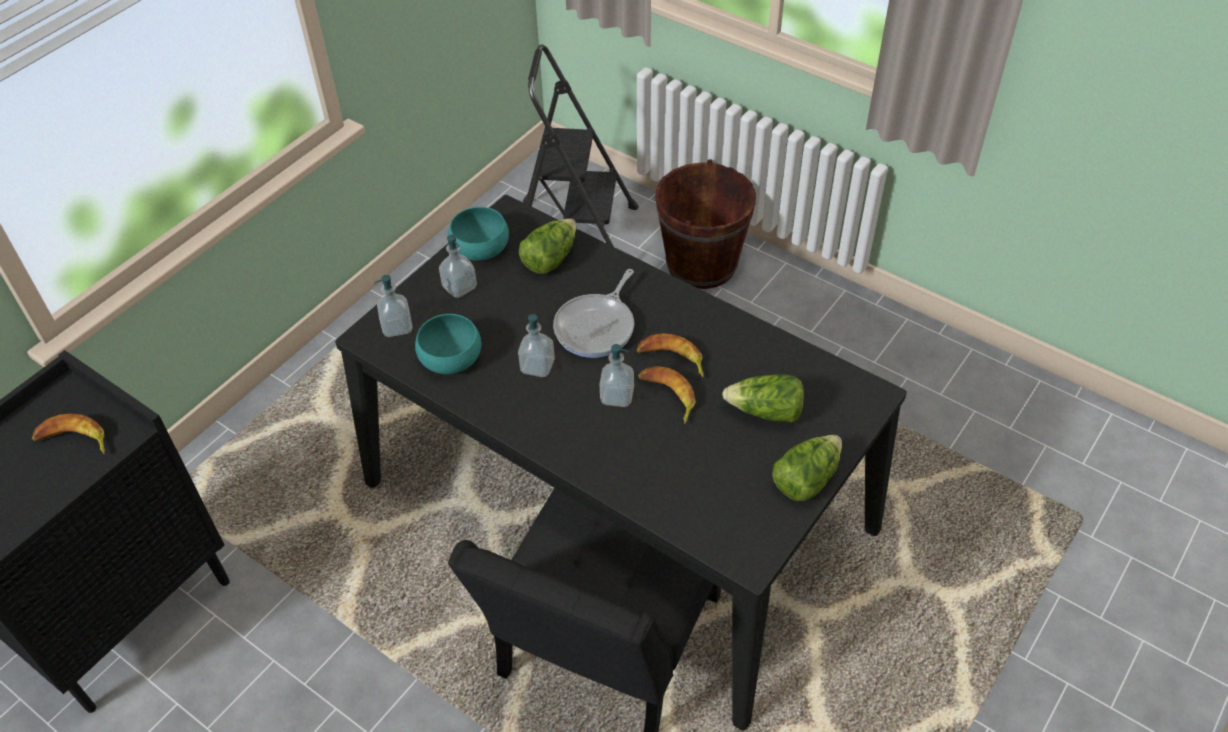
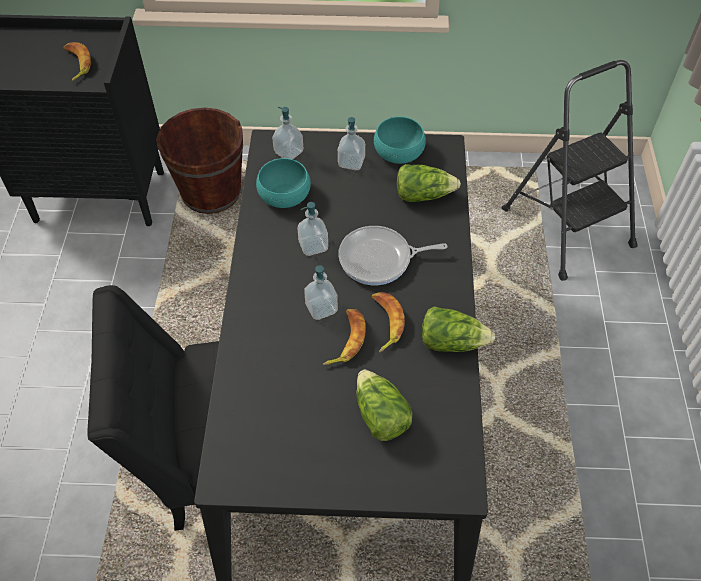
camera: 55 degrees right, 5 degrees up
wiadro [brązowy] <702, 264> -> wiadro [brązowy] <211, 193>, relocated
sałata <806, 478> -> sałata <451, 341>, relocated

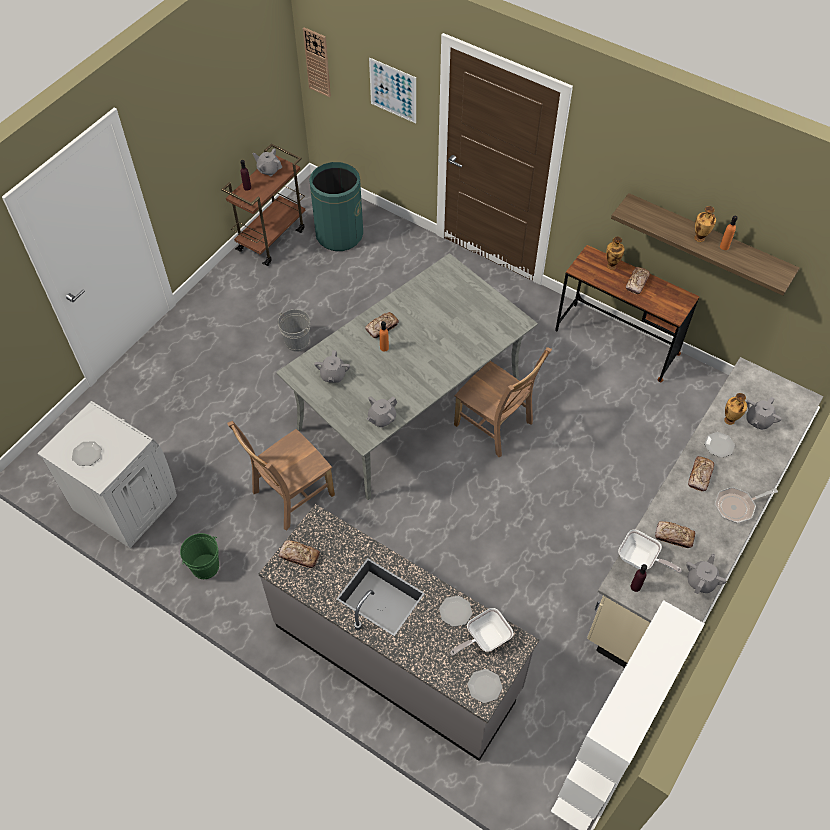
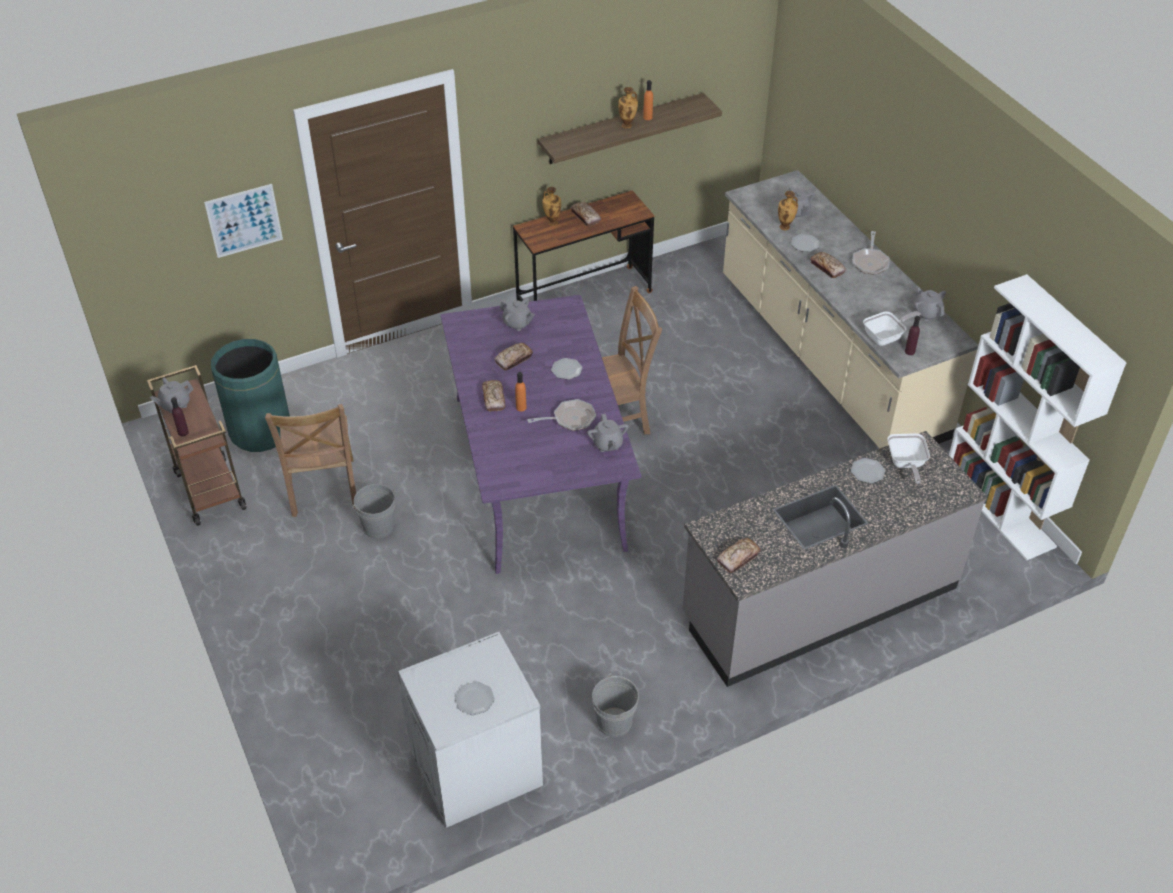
camera: 60 degrees left, 10 degrees down
zegar ścienny <317, 62> -> none
stół jadalny [szary] <409, 404> -> stół jadalny [fioletowy] <537, 471>
imbryk [szary] <333, 375> -> imbryk [szary] <517, 323>, relocated
krzesło [brązowy] <290, 495> -> krzesło [brązowy] <323, 490>, relocated
chleb <674, 536> -> chleb <513, 359>, relocated
wiadro [zielony] <205, 566> -> wiadro [szary] <614, 722>
talerz <484, 686> -> talerz <567, 370>, relocated
none -> patelnia <570, 419>

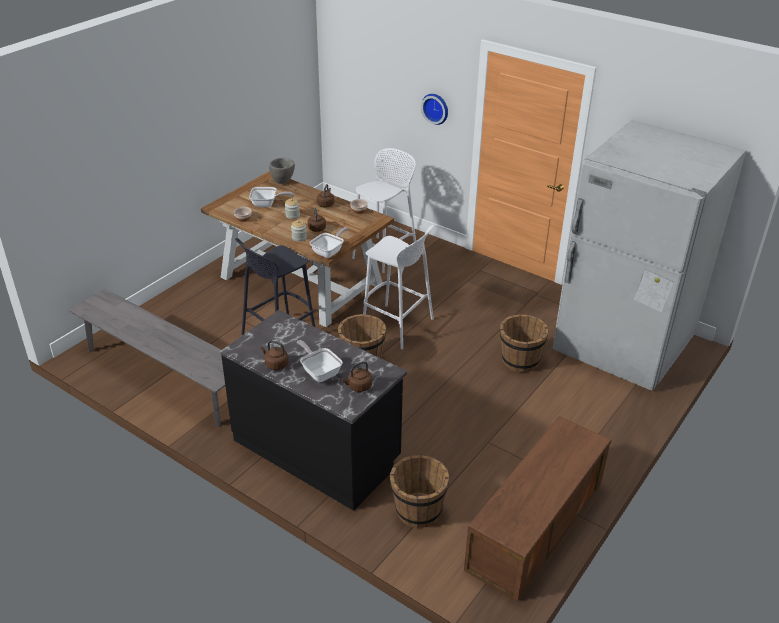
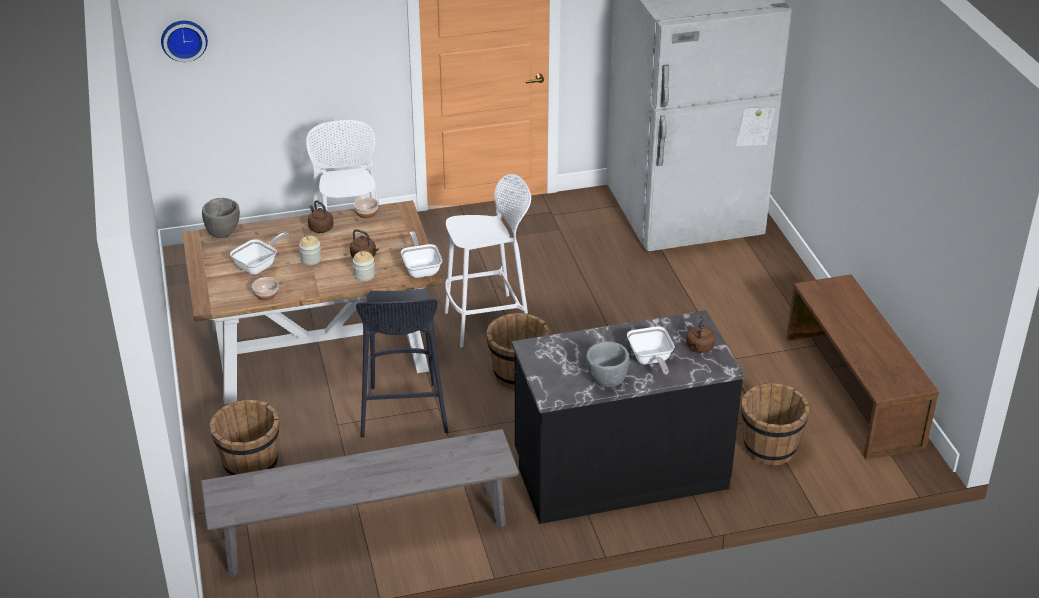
camera: 50 degrees left, 0 degrees up
zegar ścienny <436, 108> -> zegar ścienny <184, 39>, relocated
wiadro [brązowy] <519, 361> -> wiadro [brązowy] <250, 466>, relocated
patelnia <319, 372> -> patelnia <650, 360>, 105 degrees counterclockwise
czajnik [brązowy] <275, 364> -> miska [szary] <606, 382>

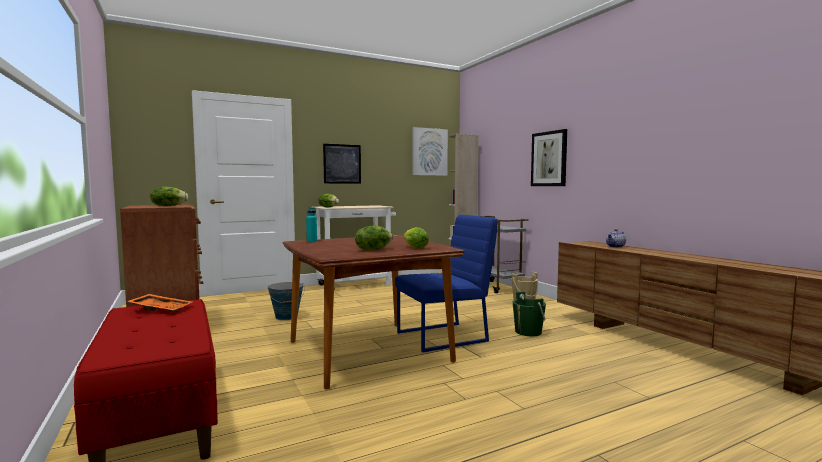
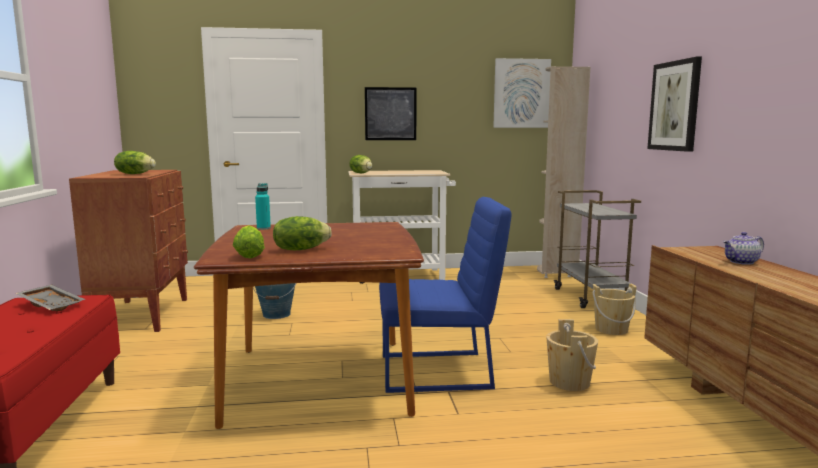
camera: 20 degrees right, 5 degrees up
sałata <414, 247> -> sałata <249, 255>, relocated
wiadro [zielony] <528, 332> -> wiadro [beżowy] <569, 382>
taca [pomarańczowy] <162, 309> -> taca [szary] <53, 305>

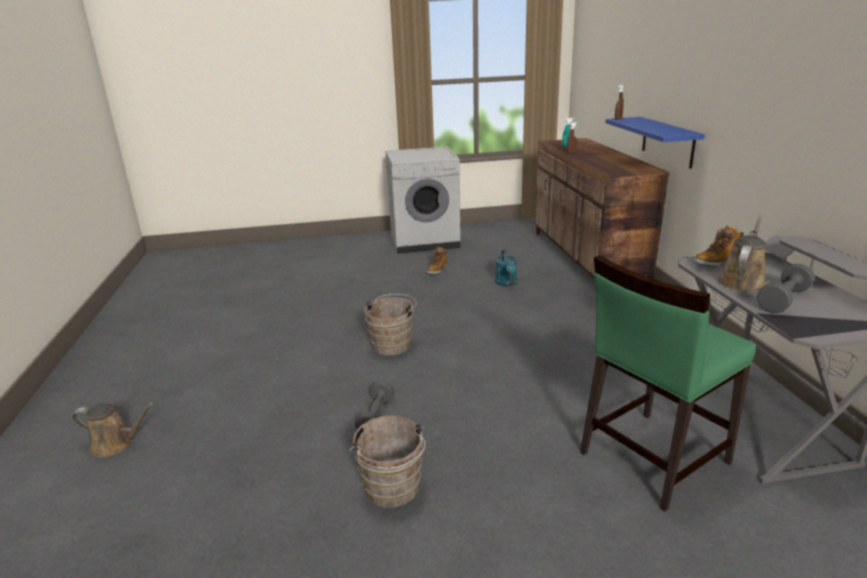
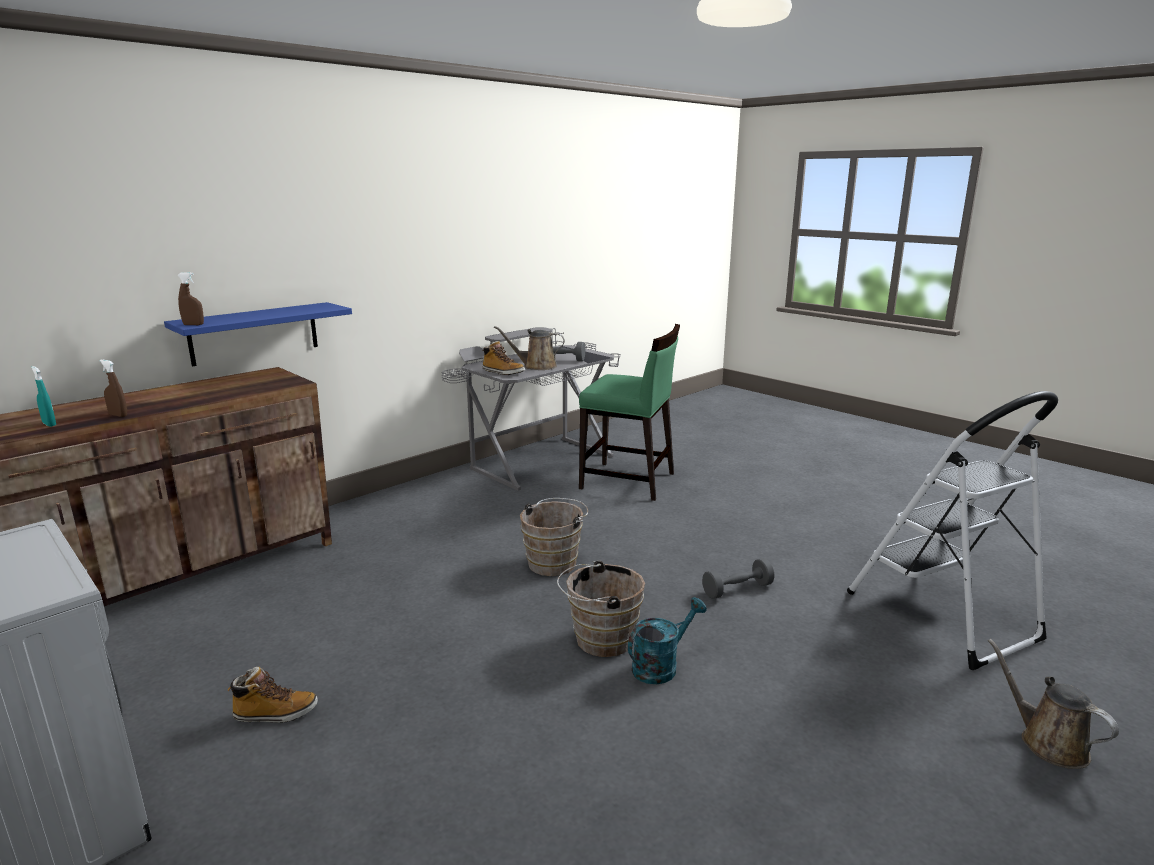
camera: 125 degrees left, 5 degrees down
konewka [turkusowy] <507, 284> -> konewka [turkusowy] <661, 666>, relocated
wiadro [brązowy] <393, 491> -> wiadro [brązowy] <555, 562>, relocated
none -> drabinka <944, 618>

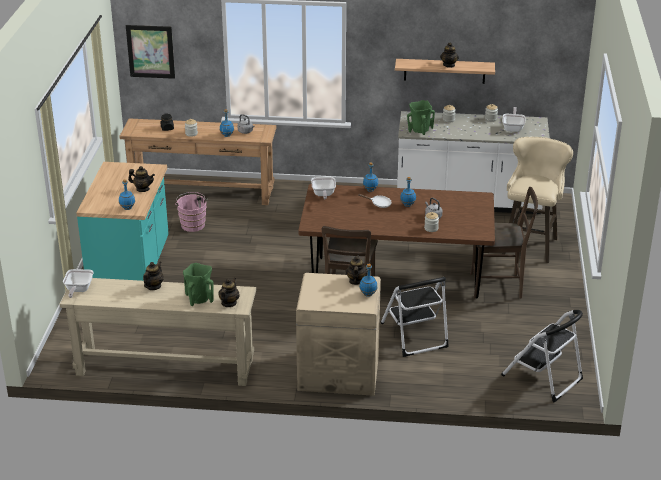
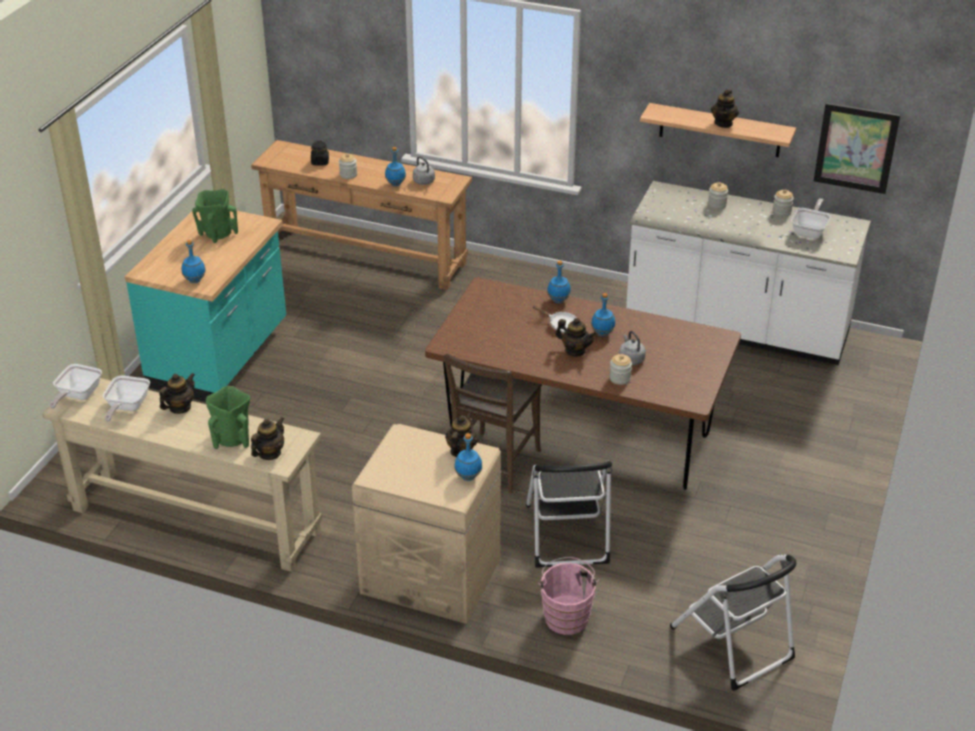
camera: 15 degrees right, 5 degrees up
obraz <150, 51> -> obraz <856, 148>, relocated
wazon [zielony] <419, 130> -> wazon [zielony] <217, 234>, relocated
stołek [beżowy] <530, 245> -> none
imbryk <142, 189> -> imbryk <575, 351>, relocated
patelnia <323, 195> -> patelnia <126, 407>, relocated
krzesło [brązowy] <499, 286> -> none
wiadro [różowy] <192, 224> -> wiadro [różowy] <566, 615>, relocated

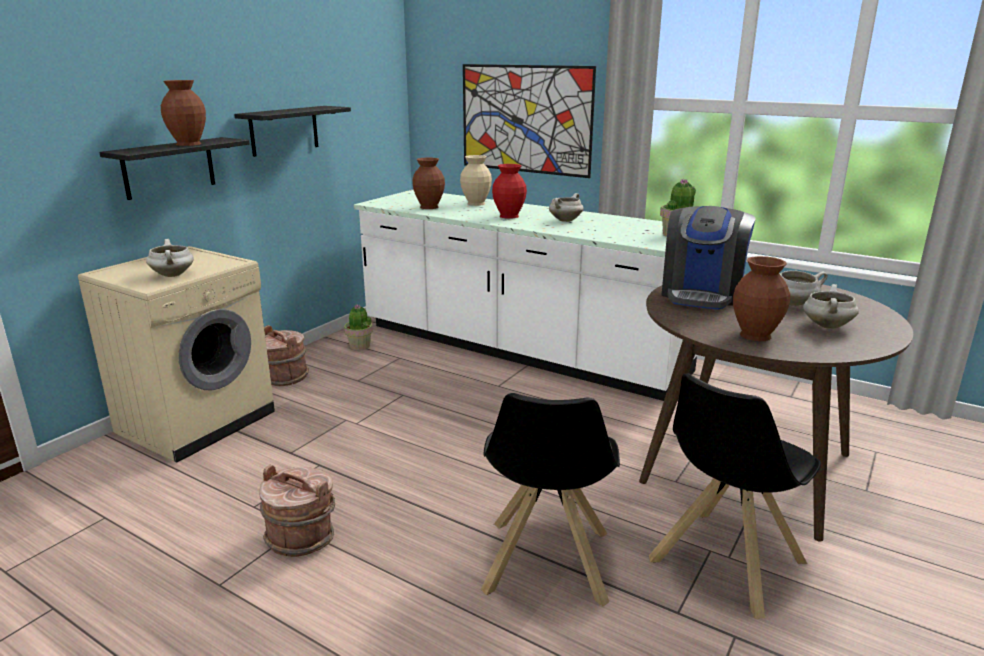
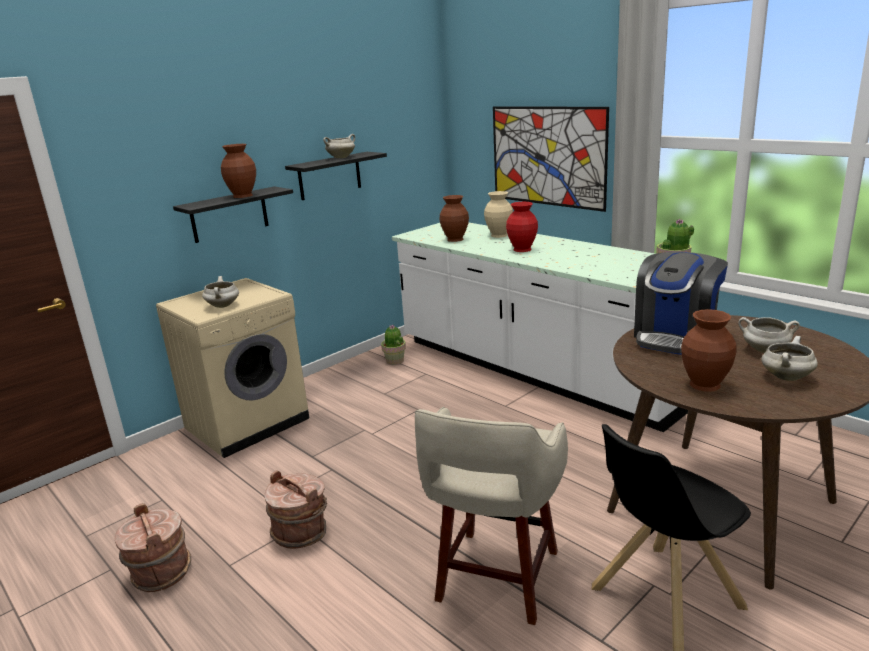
camera: 15 degrees right, 0 degrees up
garnek [biały] <565, 220> -> garnek [biały] <341, 157>, relocated
wiadro [brązowy] <284, 377> -> wiadro [brązowy] <160, 573>, relocated
krzesło [czarny] <546, 564> -> stołek [beżowy] <495, 580>

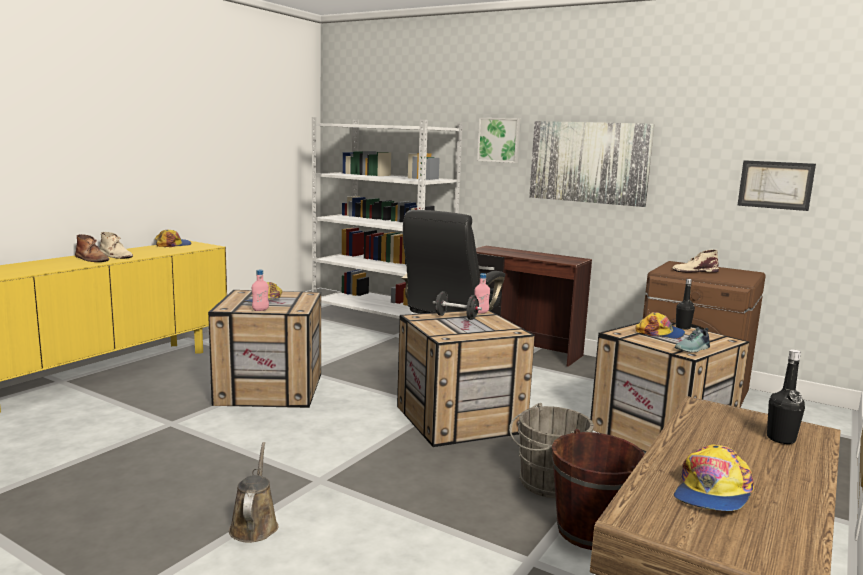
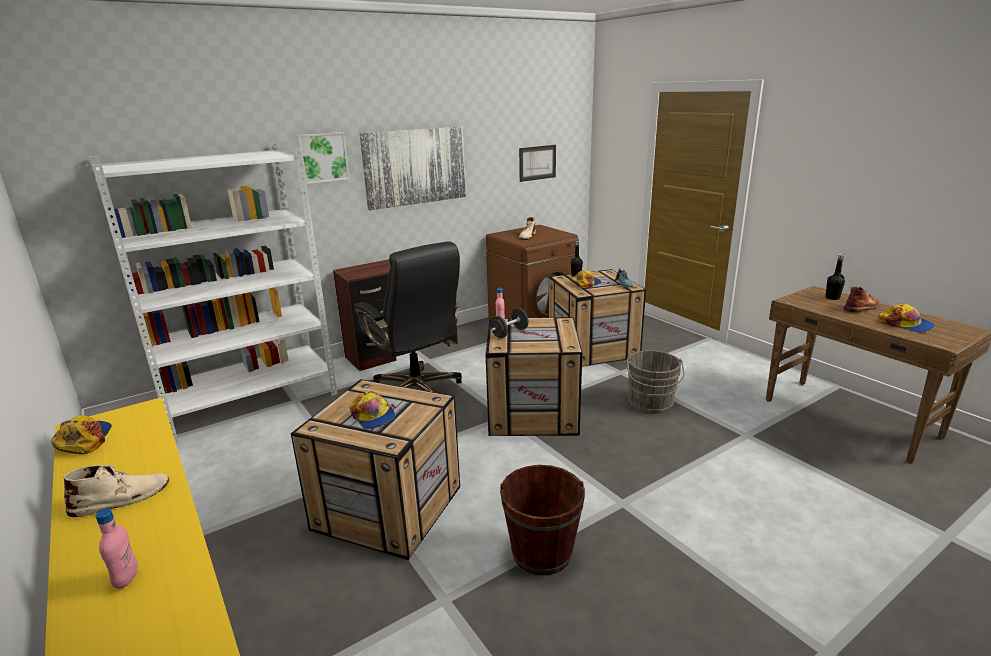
camera: 65 degrees left, 10 degrees up
but z cholewką [brązowy] <91, 259> -> but z cholewką [brązowy] <862, 307>, relocated
butelka [różowy] <260, 310> -> butelka [różowy] <126, 579>, relocated
wiadro [brązowy] <590, 531> -> wiadro [brązowy] <542, 552>, relocated
konewka [brązowy] <254, 525> -> none

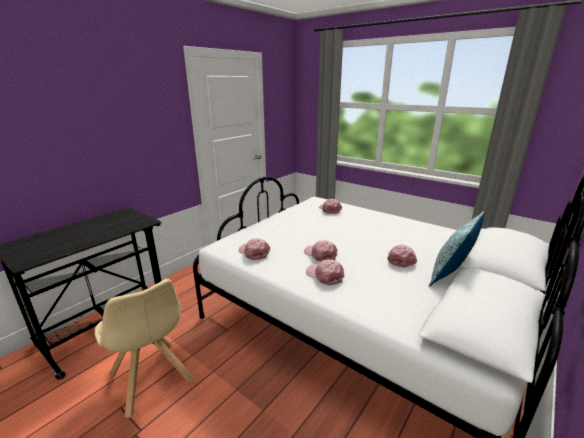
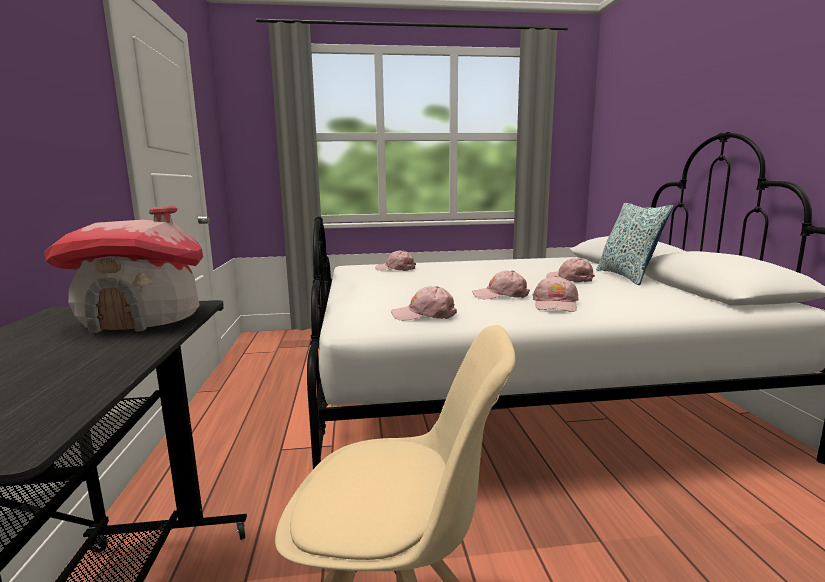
camera: 45 degrees left, 10 degrees down
czapka z daszkiem [różowy] <325, 275> -> czapka z daszkiem [różowy] <555, 305>, 75 degrees counterclockwise
none -> domek <143, 319>

